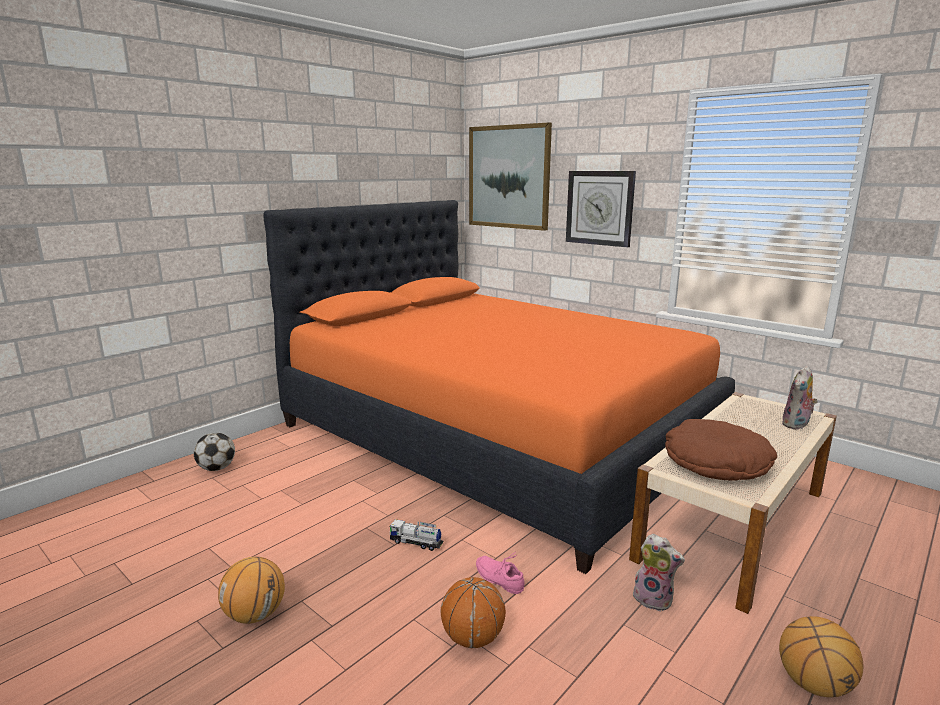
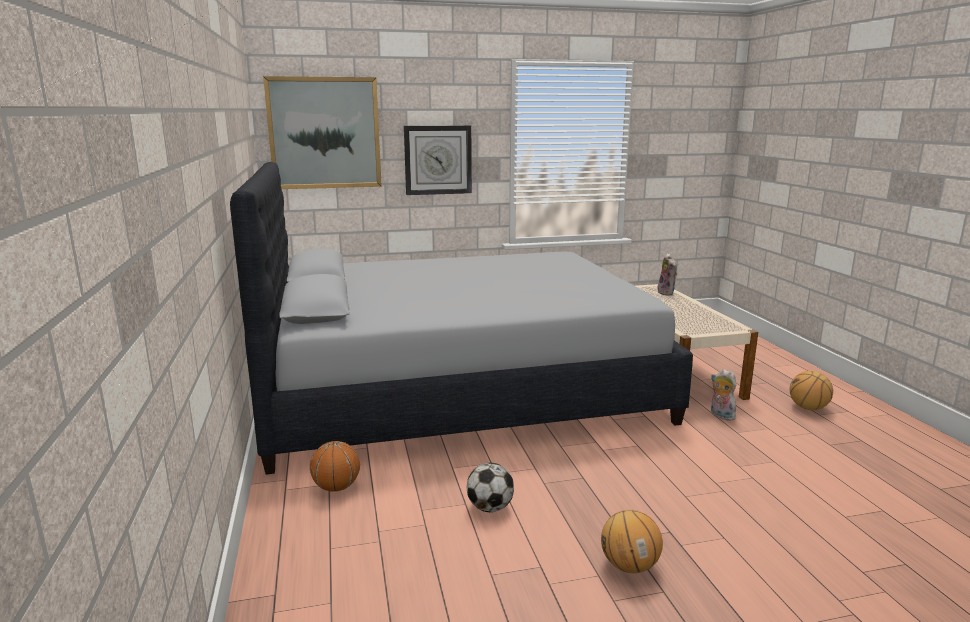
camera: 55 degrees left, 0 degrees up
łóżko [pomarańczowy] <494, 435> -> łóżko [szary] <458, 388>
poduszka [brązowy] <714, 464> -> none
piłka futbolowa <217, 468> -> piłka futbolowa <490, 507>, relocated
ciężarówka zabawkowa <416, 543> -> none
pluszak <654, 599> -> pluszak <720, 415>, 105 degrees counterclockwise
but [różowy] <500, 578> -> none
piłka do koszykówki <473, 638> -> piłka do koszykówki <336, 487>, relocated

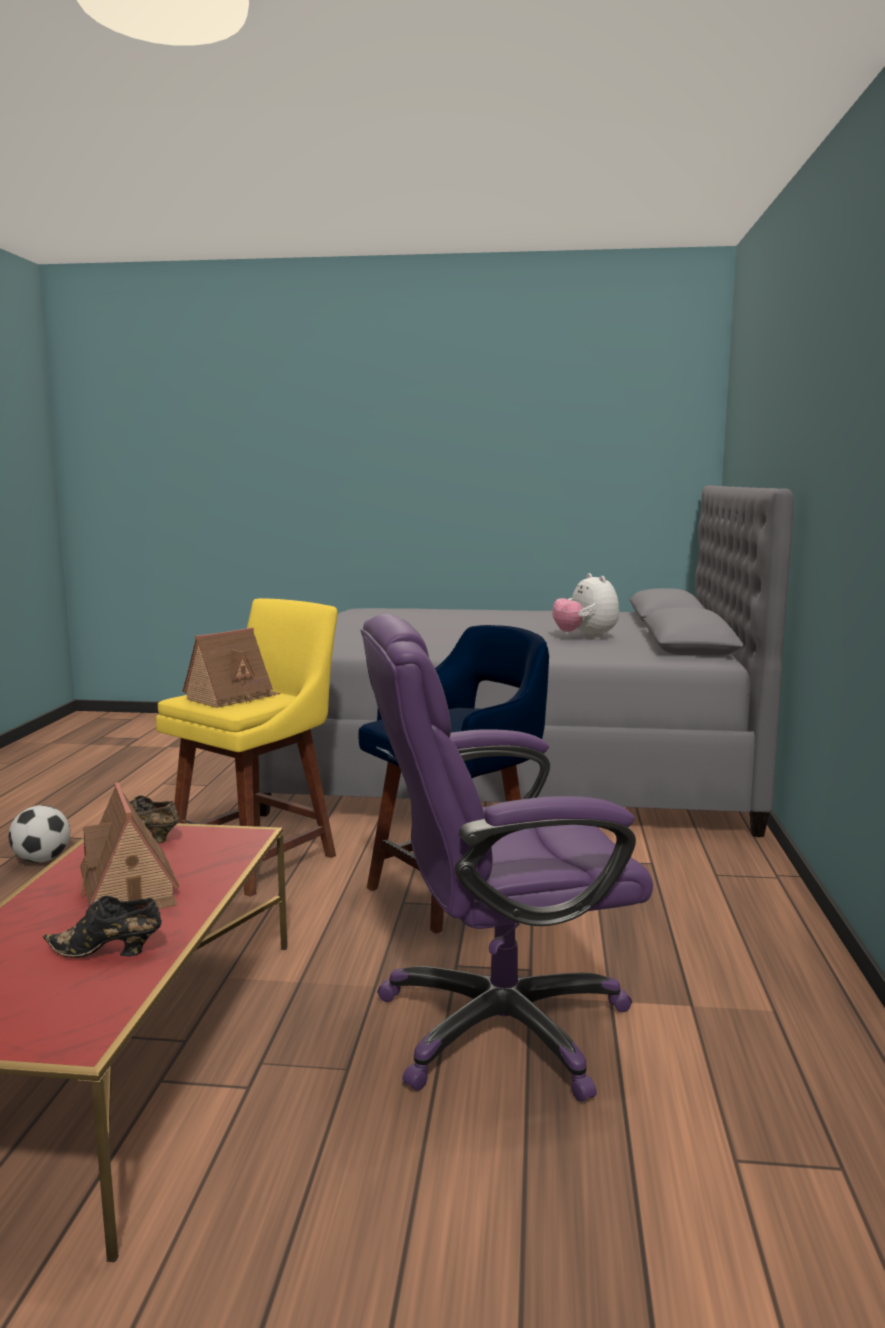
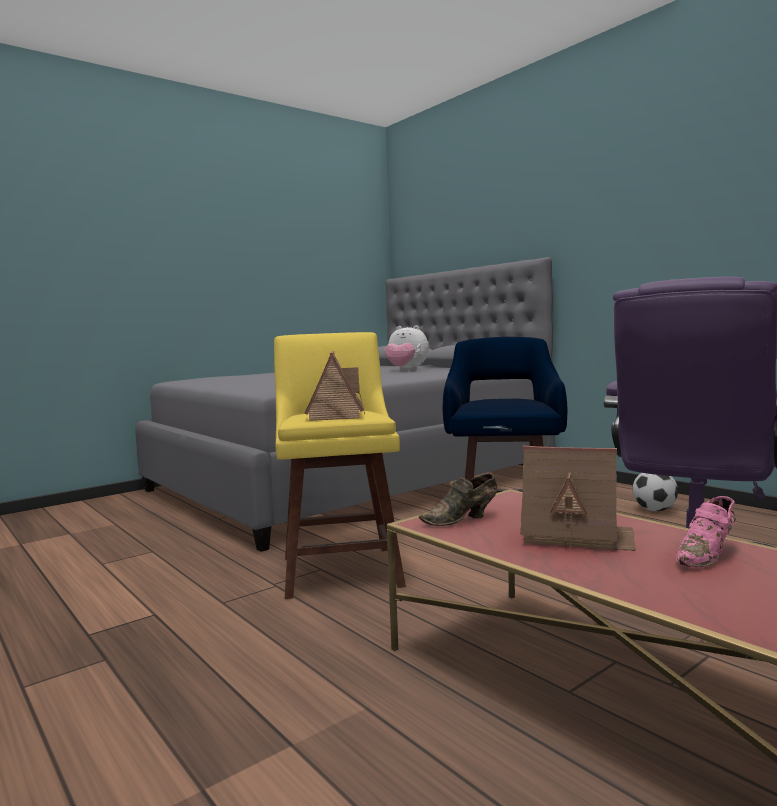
camera: 45 degrees left, 5 degrees down
piłka futbolowa <42, 860> -> piłka futbolowa <654, 510>, relocated
but [czarny] <108, 952> -> but [różowy] <707, 556>

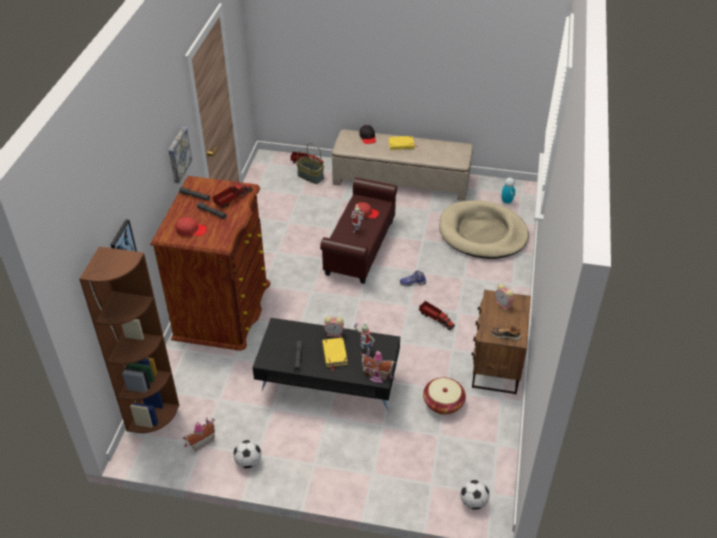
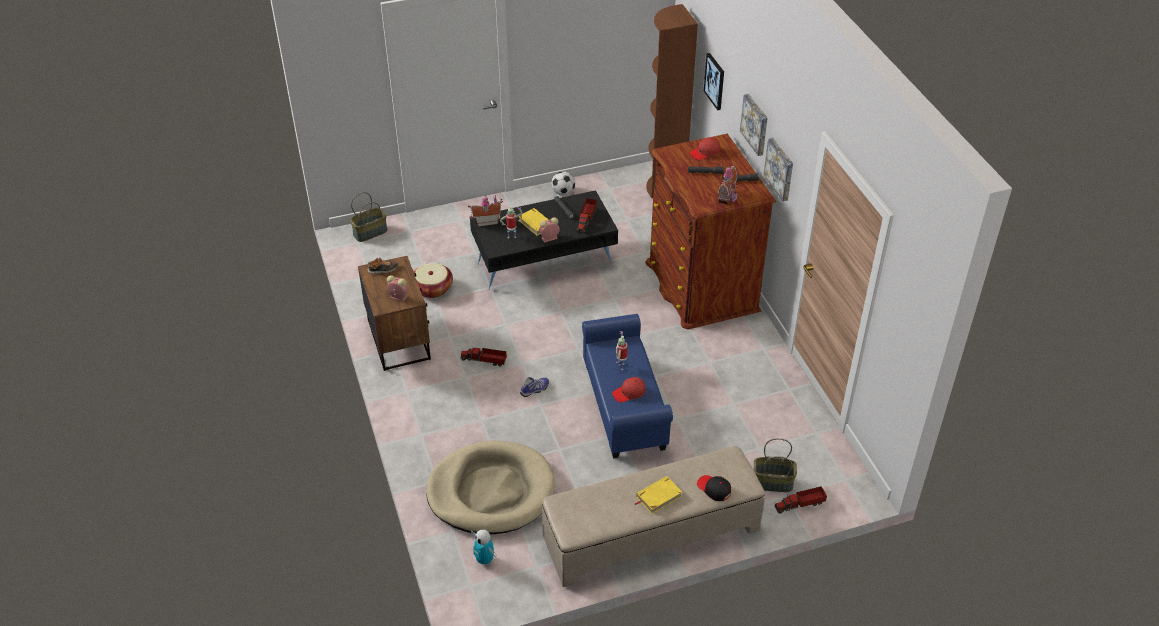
camera: 150 degrees right, 0 degrees up
pufa [brązowy] <360, 247> -> pufa [niebieski] <624, 407>
ciężarówka zabawkowa <232, 199> -> ciężarówka zabawkowa <586, 219>, relocated
domek <200, 442> -> domek <728, 197>, relocated
piłka futbolowa <473, 502> -> koszyk <370, 232>
none -> obraz <755, 124>

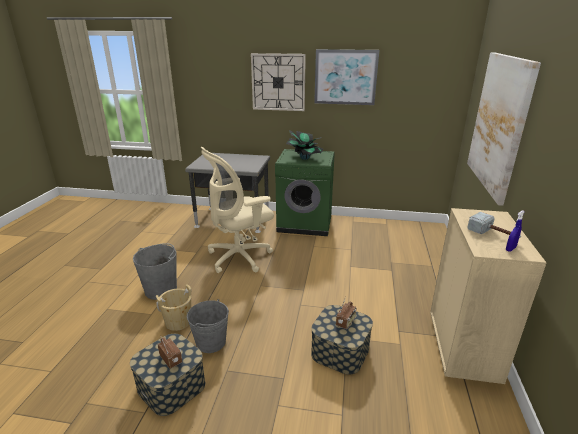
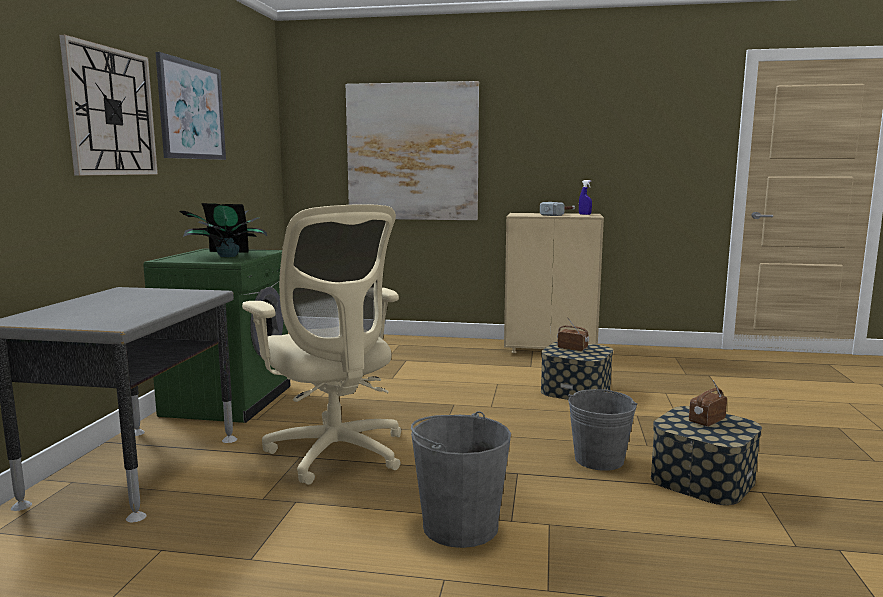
camera: 90 degrees left, 15 degrees down
wiadro [beżowy] <178, 322> -> none

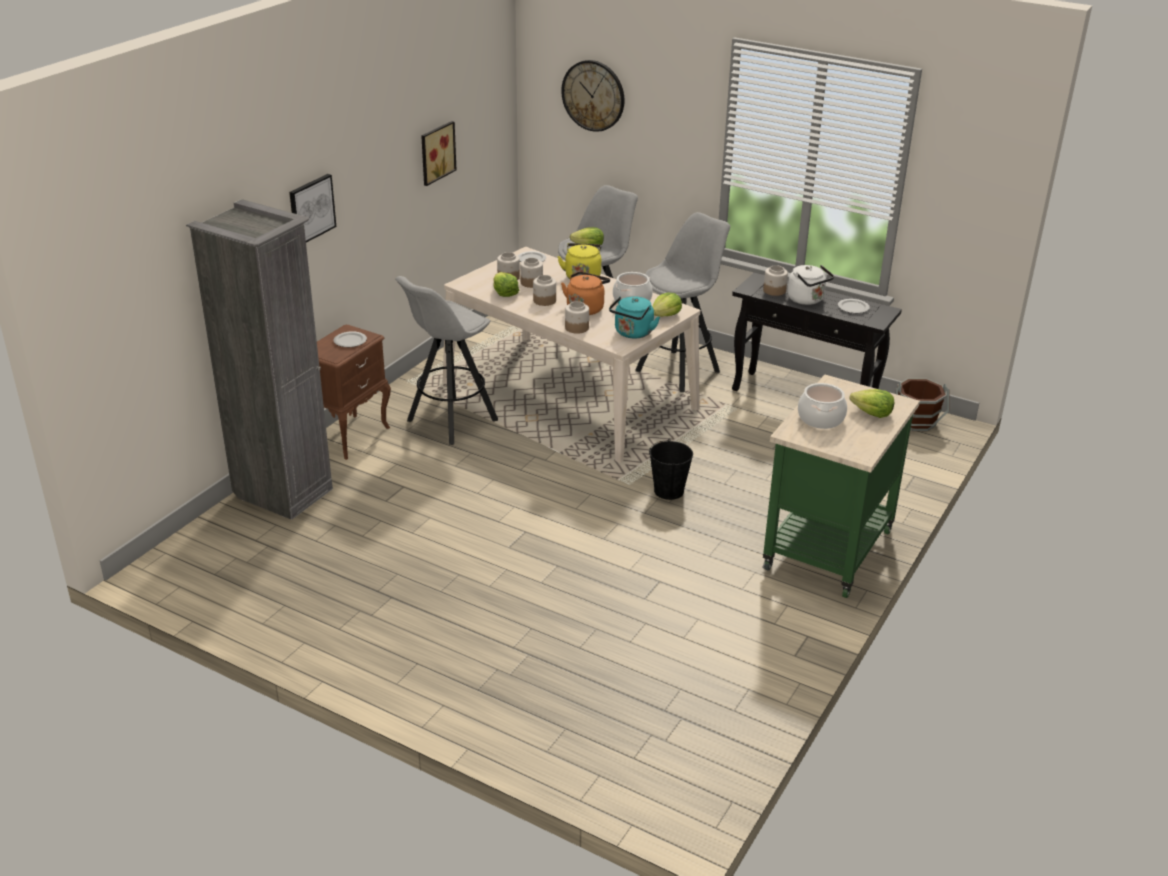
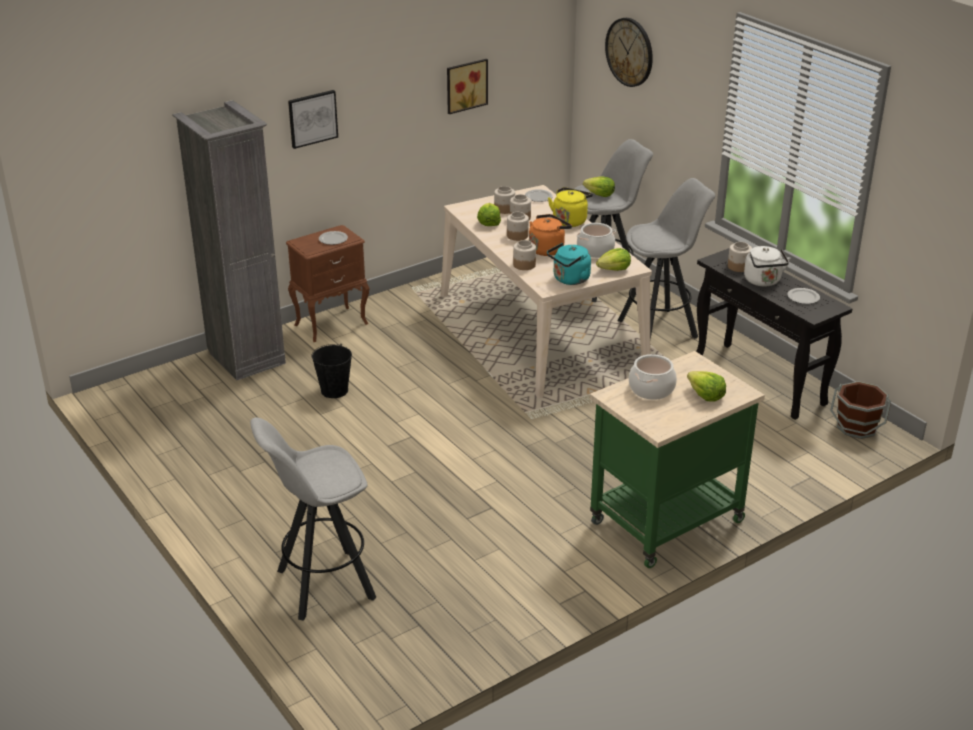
camera: 25 degrees right, 0 degrees up
stołek [szary] <450, 421> -> stołek [szary] <322, 585>, relocated
wiadro [czarny] <669, 491> -> wiadro [czarny] <334, 390>, relocated

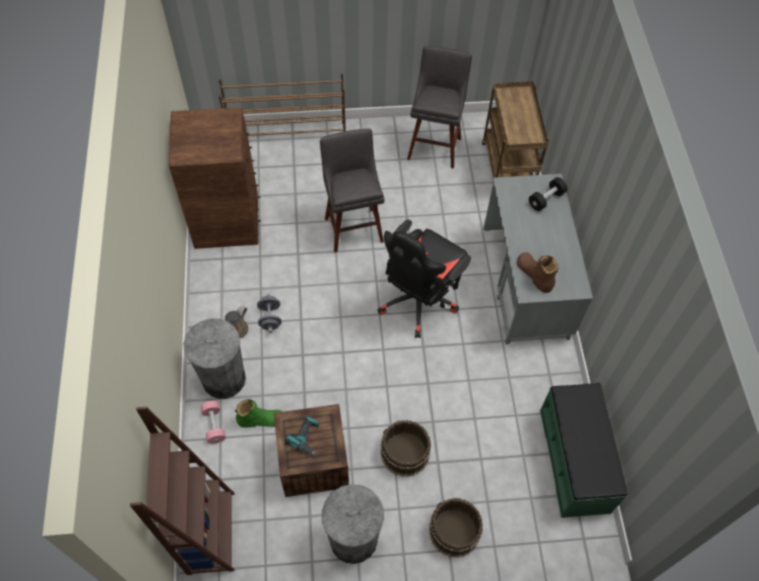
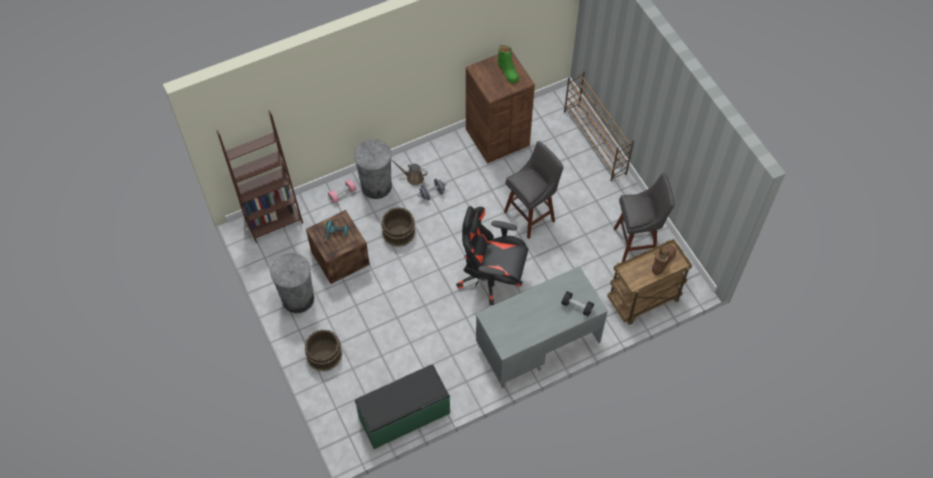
camera: 70 degrees right, 0 degrees up
but z cholewką [brązowy] <534, 274> -> but z cholewką [brązowy] <663, 261>, relocated
but z cholewką [zielony] <261, 420> -> but z cholewką [zielony] <508, 71>, relocated
wiadro [brązowy] <404, 453> -> wiadro [brązowy] <398, 232>, relocated

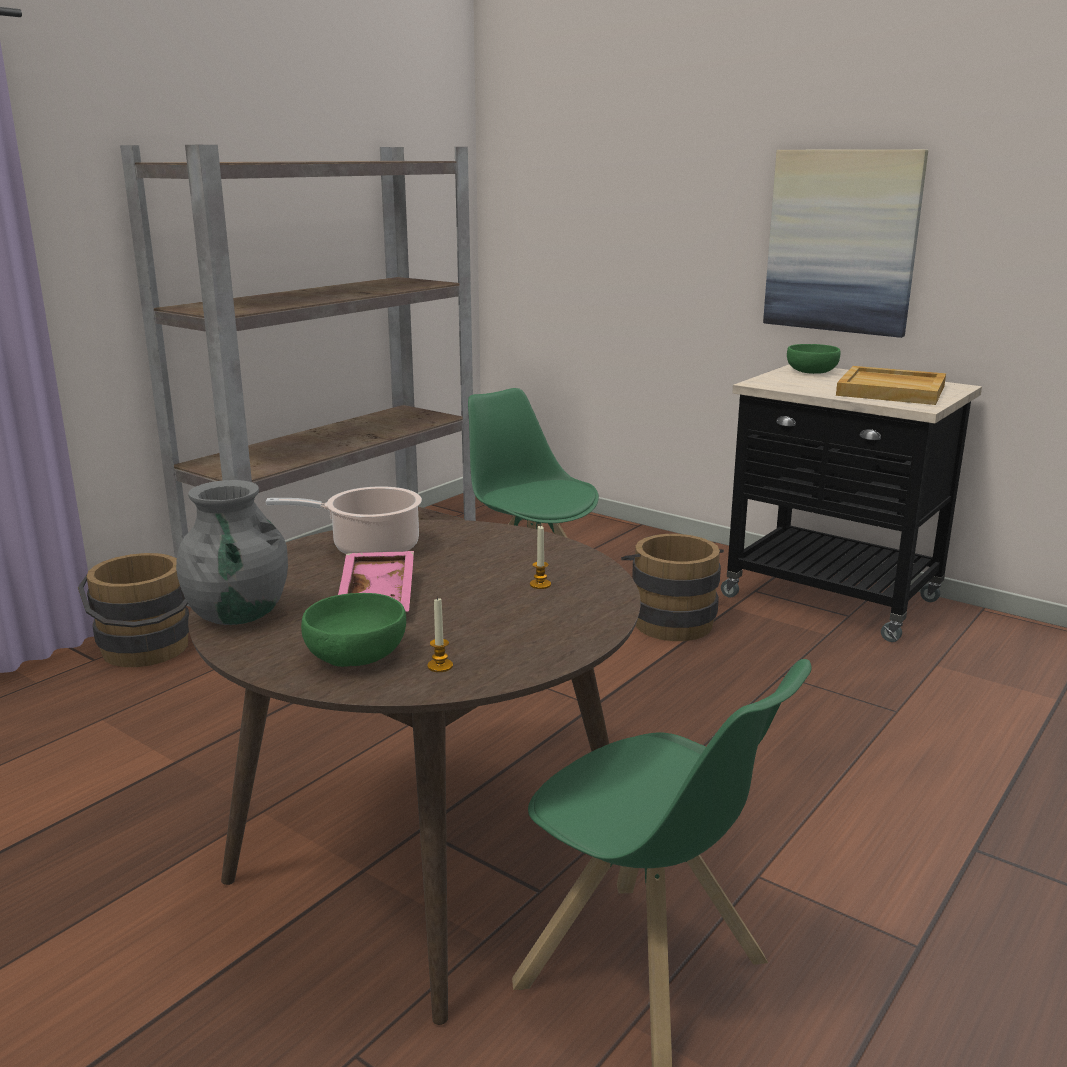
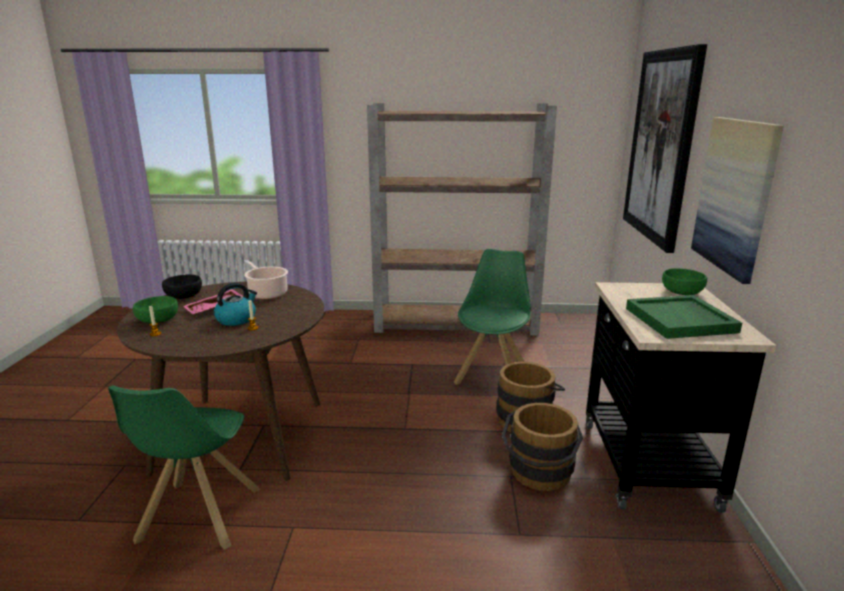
camera: 55 degrees right, 0 degrees up
taca [beżowy] <892, 390> -> taca [zielony] <681, 320>
wazon [szary] <238, 614> -> miska [czarny] <183, 296>
wiadro [brązowy] <147, 651> -> wiadro [brązowy] <539, 475>, relocated
none -> obraz <661, 146>
none -> czajnik <236, 319>

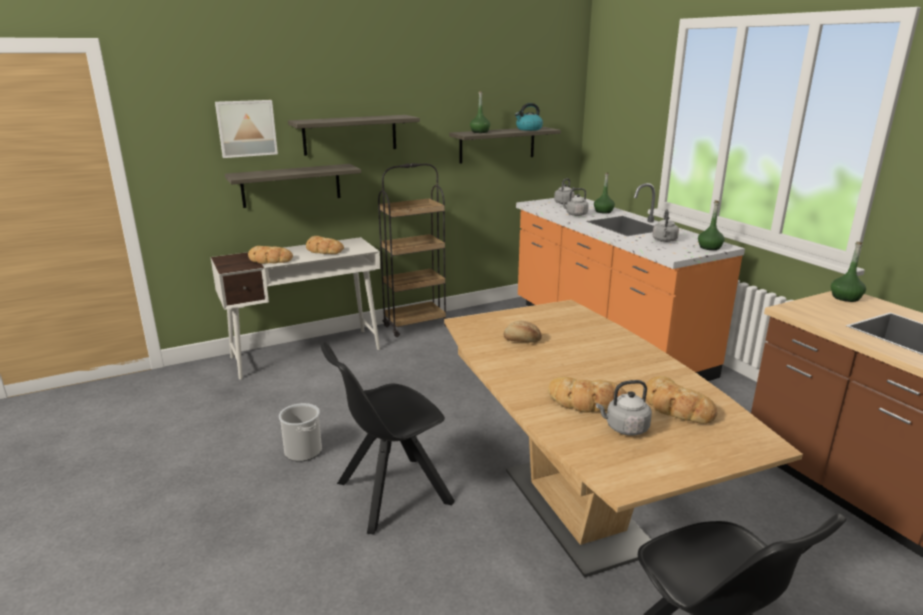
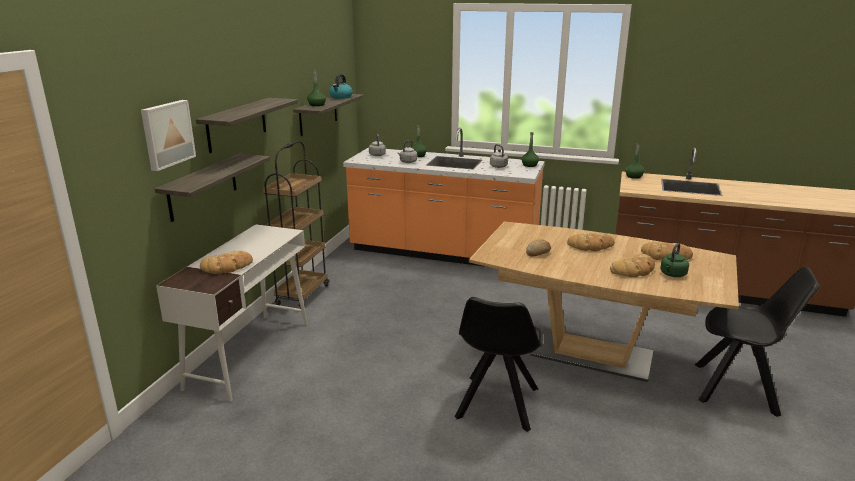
camera: 45 degrees left, 0 degrees up
chleb <323, 250> -> chleb <591, 246>, relocated
czajnik [szary] <624, 428> -> czajnik [zielony] <672, 274>
wiadro <303, 451> -> none

